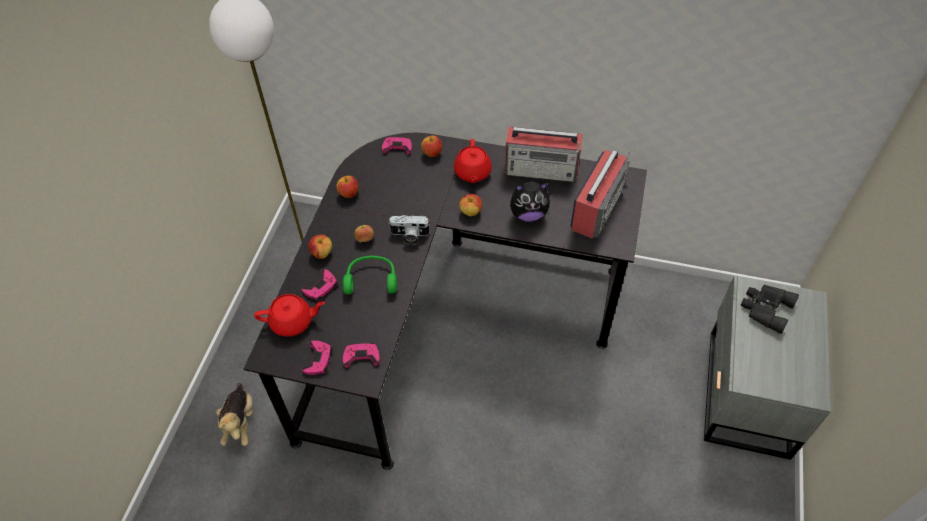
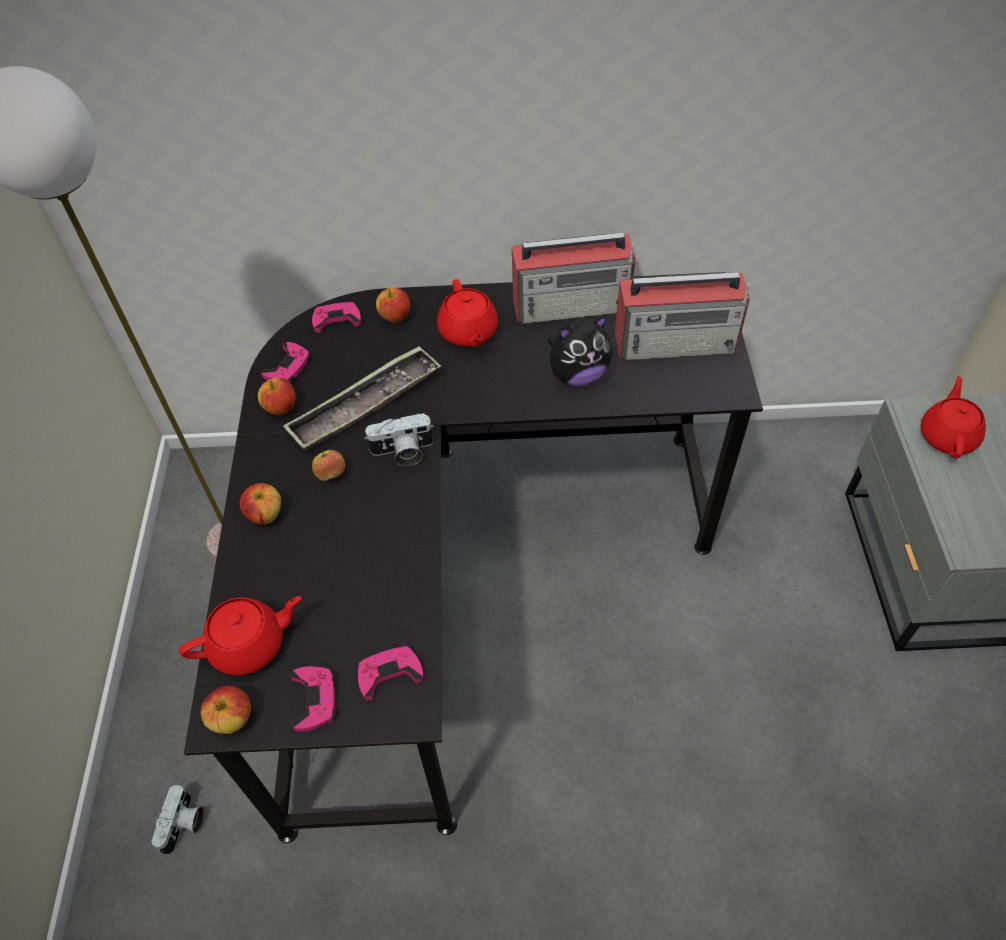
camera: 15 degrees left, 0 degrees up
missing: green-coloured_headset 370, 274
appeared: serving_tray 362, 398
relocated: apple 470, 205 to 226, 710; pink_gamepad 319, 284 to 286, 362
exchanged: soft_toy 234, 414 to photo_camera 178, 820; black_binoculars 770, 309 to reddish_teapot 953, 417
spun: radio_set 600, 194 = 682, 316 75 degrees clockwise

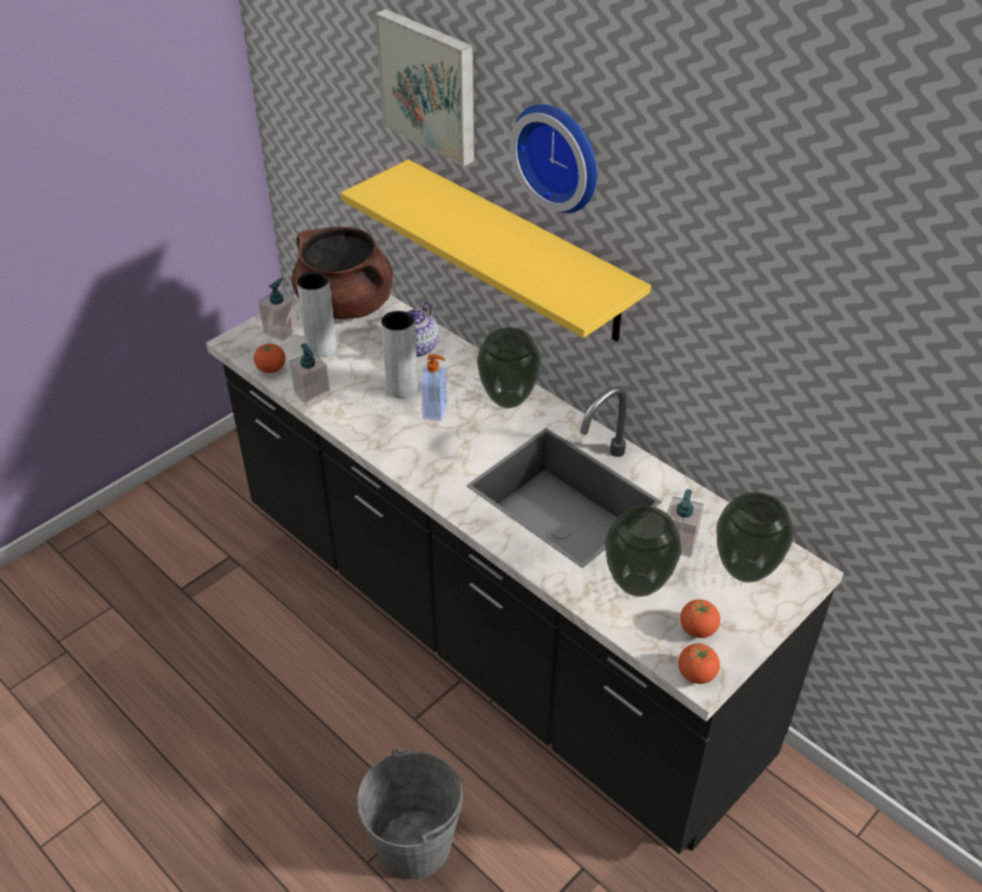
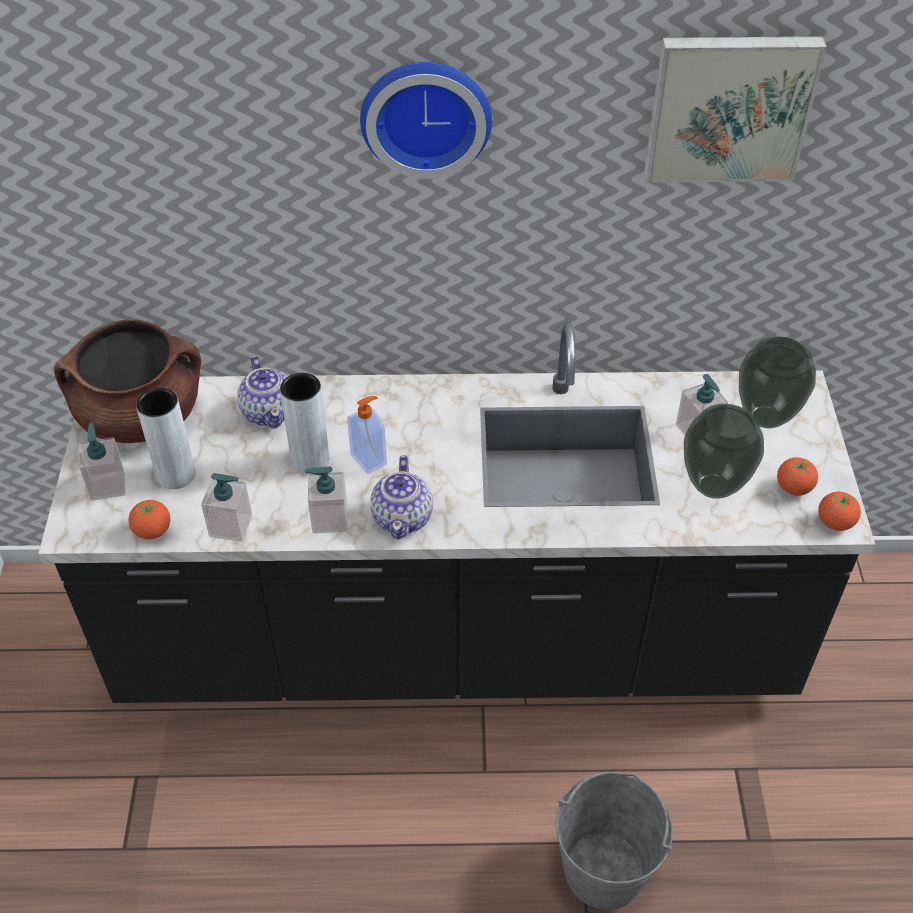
camera: 45 degrees left, 5 degrees up
missing: yellowish_bracket_shelf 496, 250; vase 509, 367
appeared: liquid_soap_bottle 326, 500; teapot 402, 497
relocated: wall_art 424, 88 to 735, 110

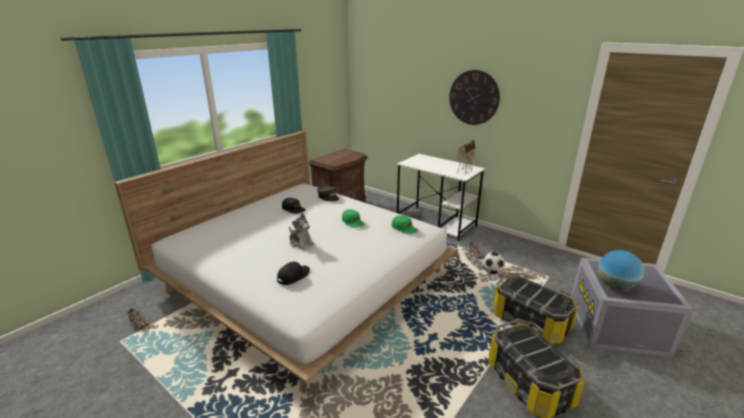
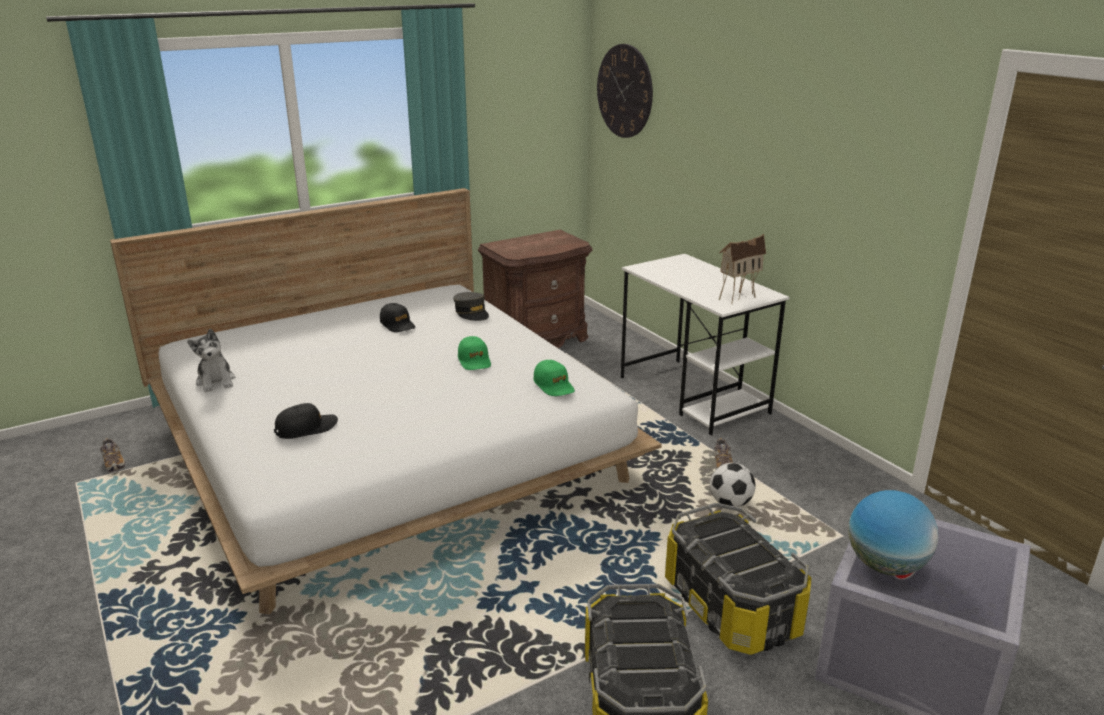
camera: 20 degrees right, 0 degrees up
relocated: soft_toy 301, 231 to 211, 360; wall_clock 474, 97 to 625, 91

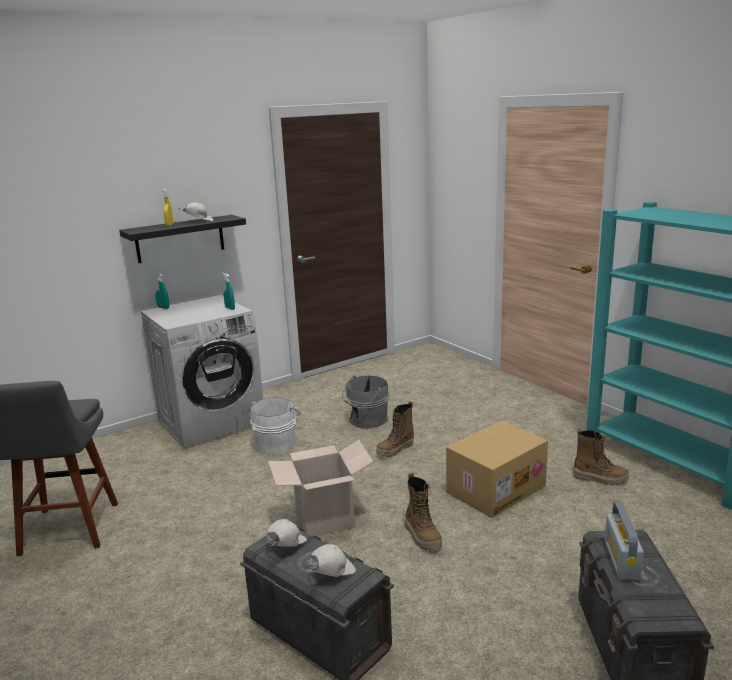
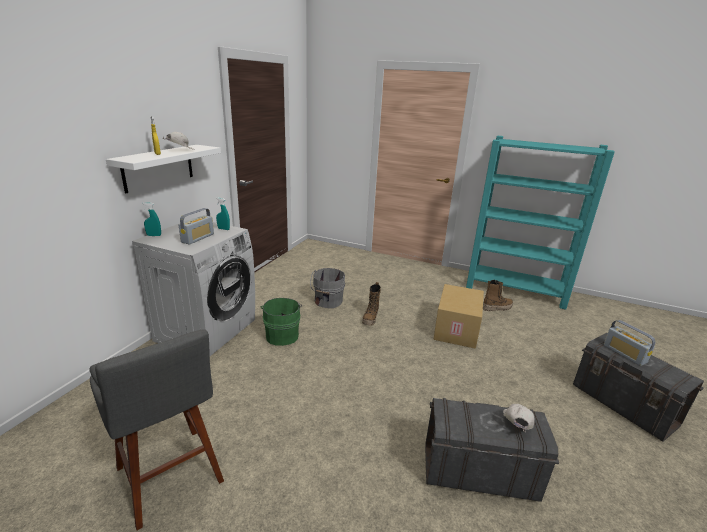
camera: 35 degrees left, 5 degrees up
missing: whitish_baseball_cap 286, 533; cardboard_box 320, 488; tall_boot 423, 511
appeared: radio_set 196, 226
colour: black_bracket_shelf 182, 239 to whitish_bracket_shelf 163, 169; whitish_pail 275, 426 to green-coloured_pail 281, 322

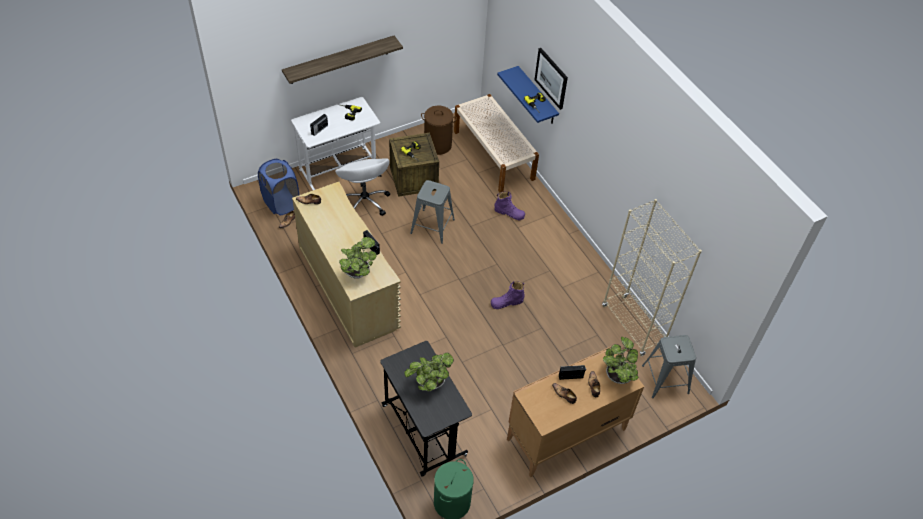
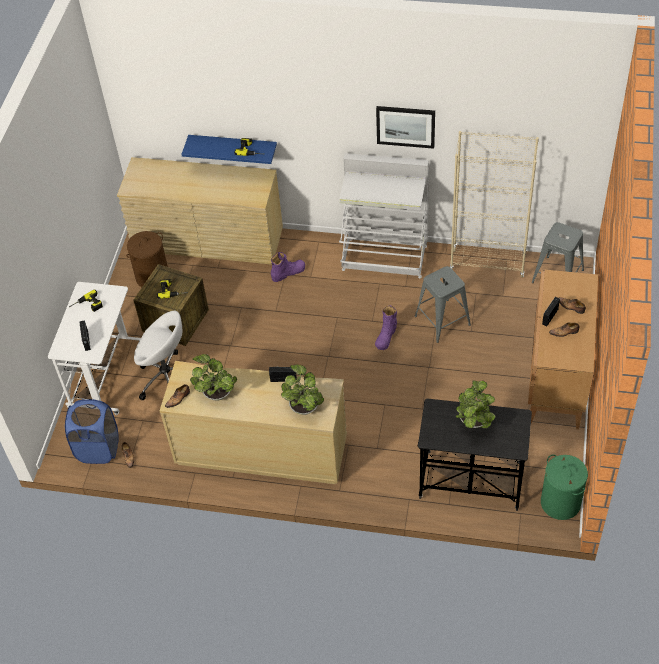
camera: 45 degrees left, 0 degrees up
missing: bracket_shelf 342, 60
appeared: whitish_shoe_stand 384, 216
relocated: potted_plant 621, 360 to 213, 377; wall_art 551, 79 to 405, 127; greyish_stool 432, 212 to 443, 304
exchanged: sand-coloured_long_seat 496, 143 to sand-coloured_drawer_chest 200, 211

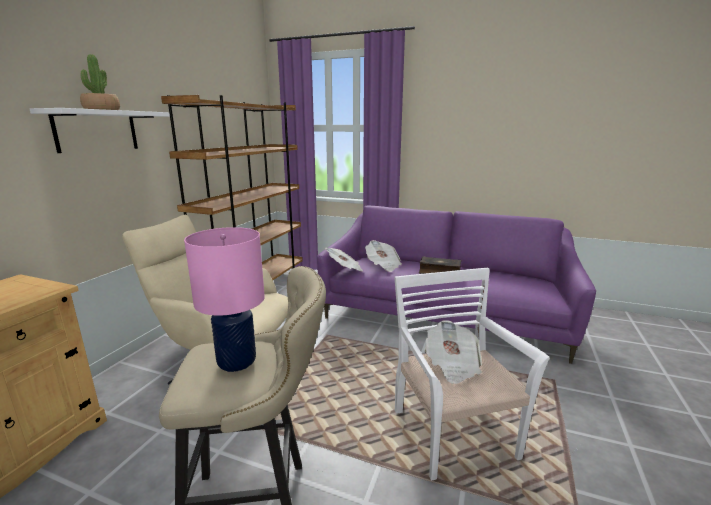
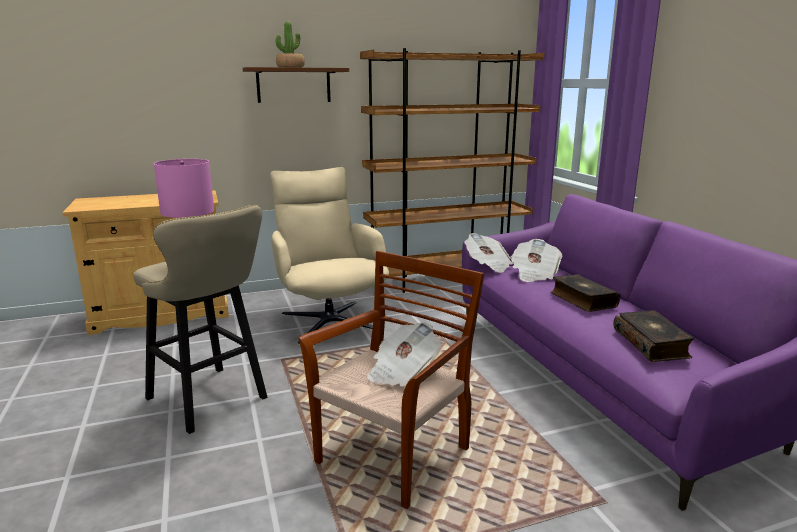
camera: 50 degrees right, 0 degrees up
appeared: book 653, 336
colour: whitish_bracket_shelf 100, 130 to brown-coloured_bracket_shelf 296, 85; whitish_easy_chair 472, 374 to brown-coloured_easy_chair 391, 380

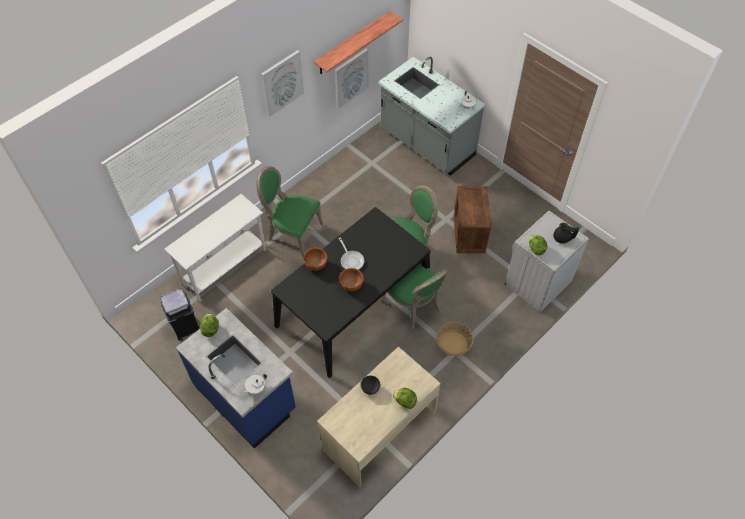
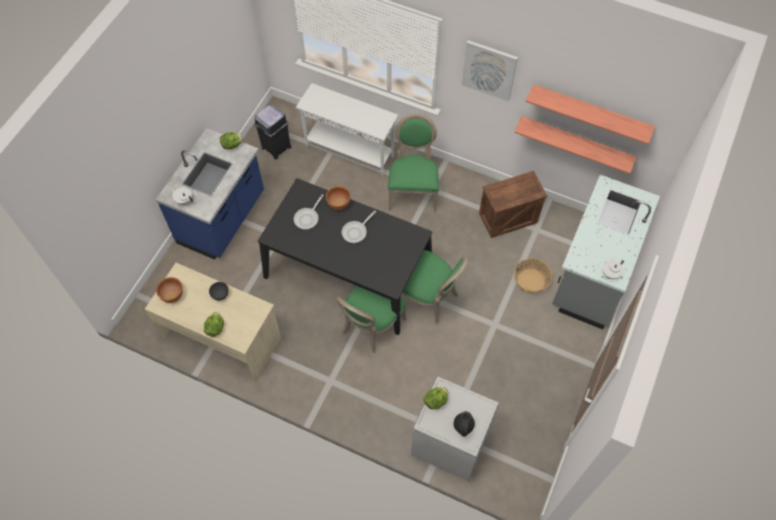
camera: 70 degrees right, 5 degrees up
appeared: frying_pan 309, 212
relocated: brown-coloured_bowl 351, 280 to 169, 290; packing_crate 473, 219 to 513, 204; basket 454, 339 to 533, 276
exchanged: wall_art 351, 79 to bracket_shelf 575, 145

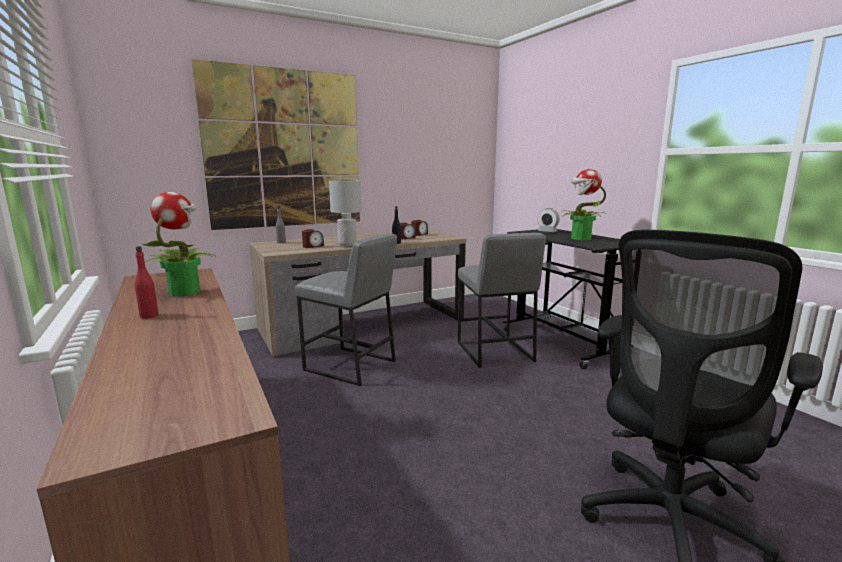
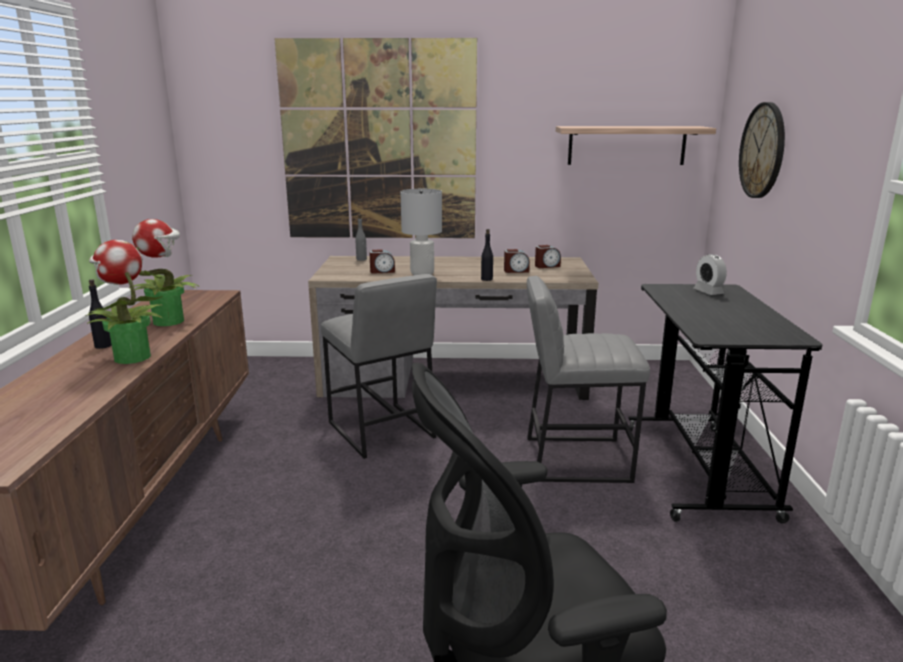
camera: 30 degrees right, 5 degrees up
appeared: bracket_shelf 636, 145; wall_clock 762, 150
relocated: potted_plant 584, 204 to 124, 302
colour: reddish_beverage_bottle 147, 282 to black_beverage_bottle 100, 314
spun: greyish_chair 502, 300 = 588, 379 75 degrees clockwise

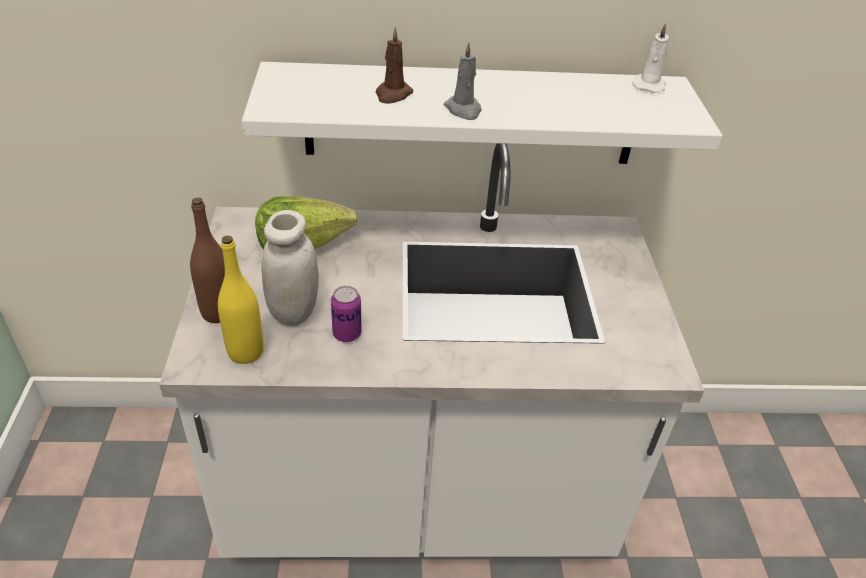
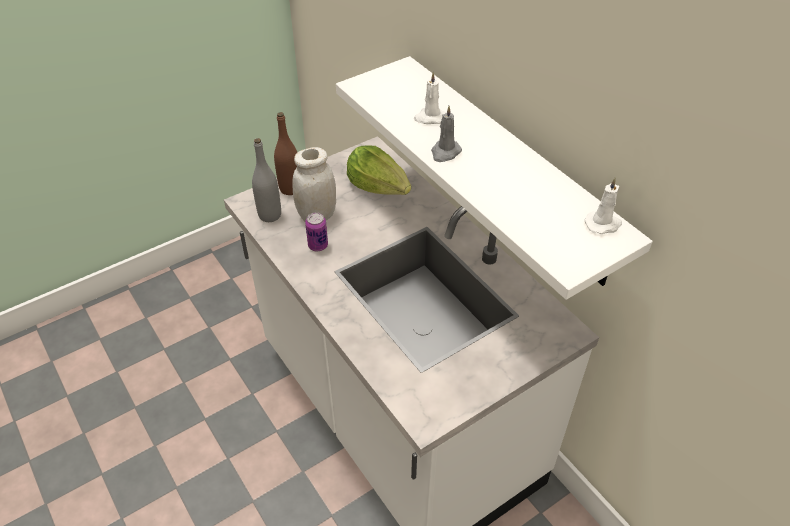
camera: 60 degrees right, 5 degrees up
colour: yellowish_beverage_bottle 241, 299 to greyish_beverage_bottle 266, 180; brown-coloured_wax_light 394, 65 to whitish_wax_light 430, 98

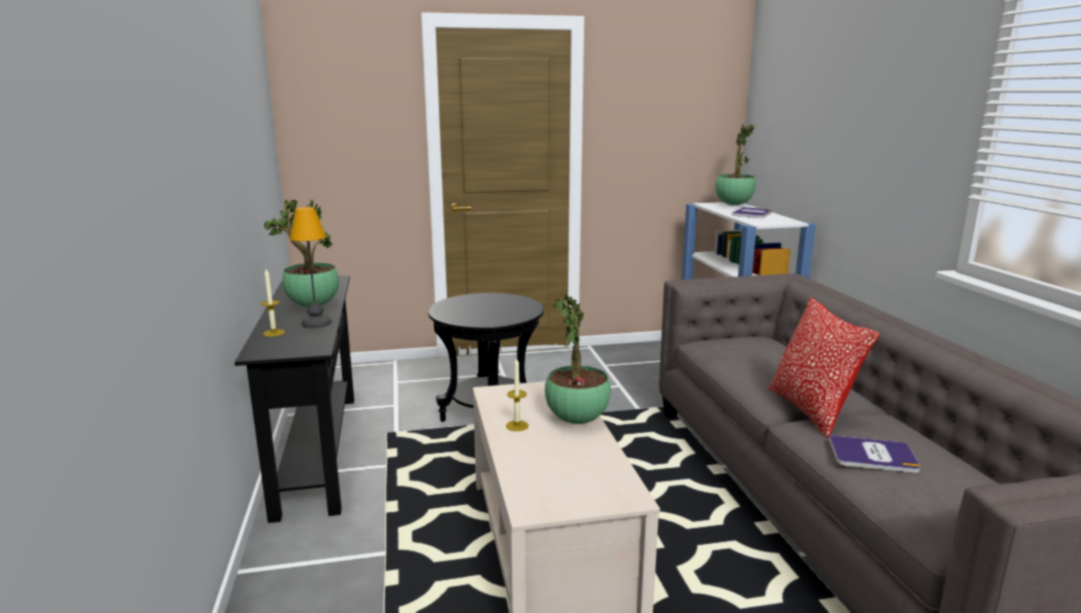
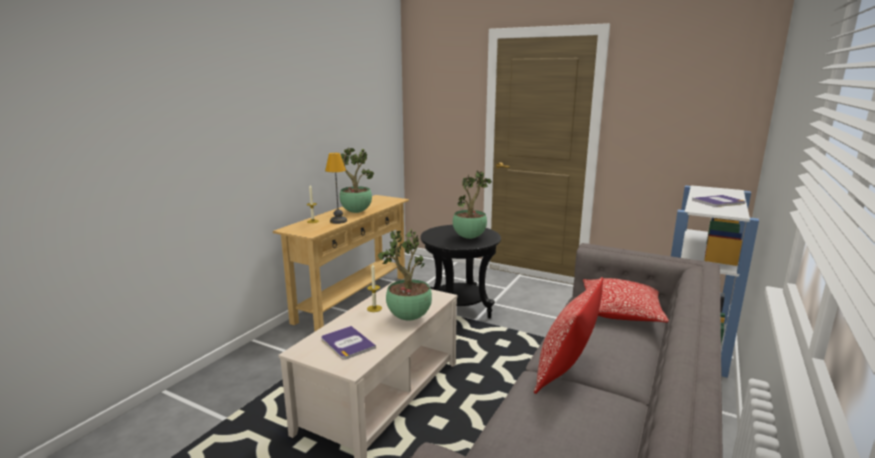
camera: 40 degrees right, 0 degrees up
appeared: pillow 626, 300
relocated: book 874, 454 to 348, 343; potted_plant 735, 164 to 472, 205
colour: black_hall_table 294, 399 to sand-coloured_hall_table 341, 263

